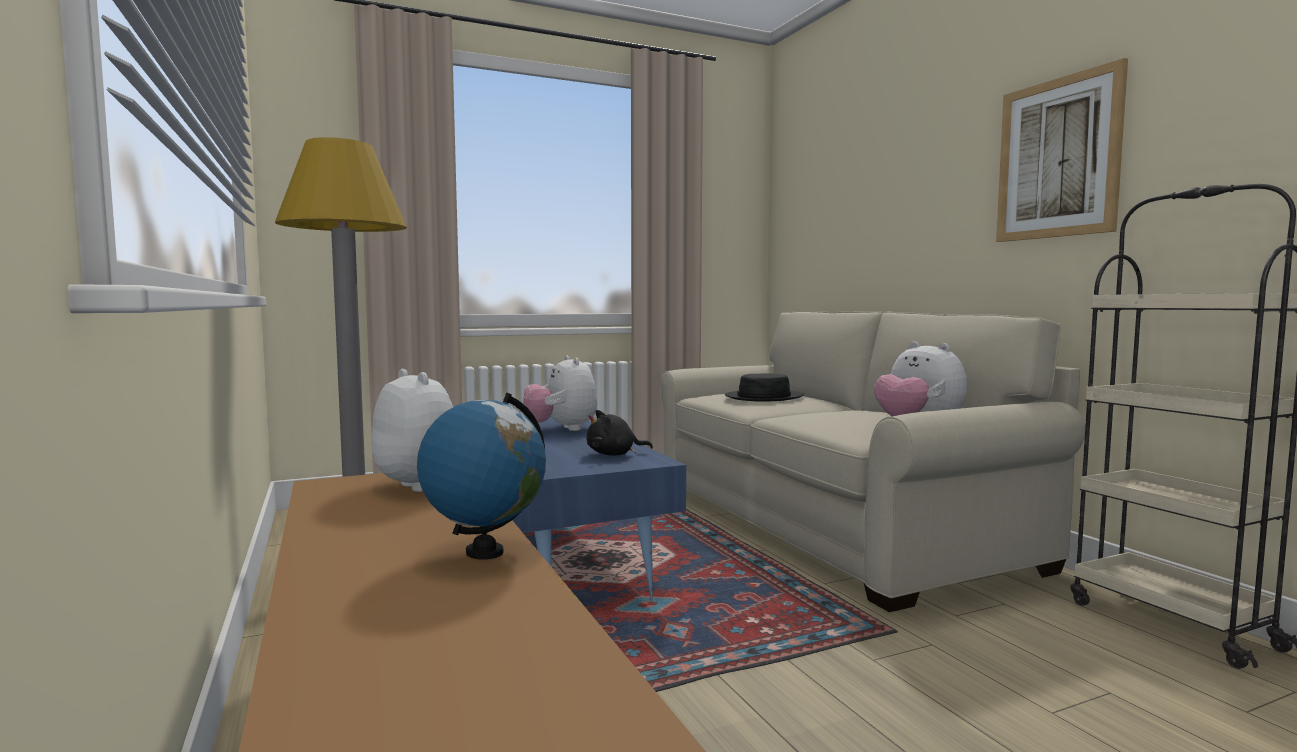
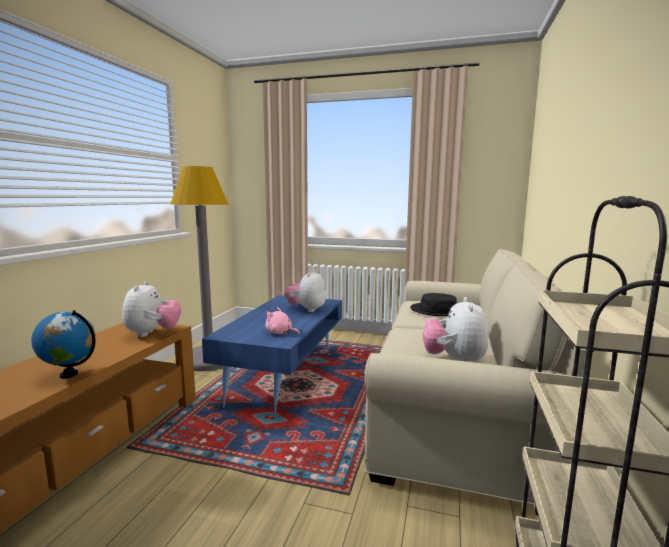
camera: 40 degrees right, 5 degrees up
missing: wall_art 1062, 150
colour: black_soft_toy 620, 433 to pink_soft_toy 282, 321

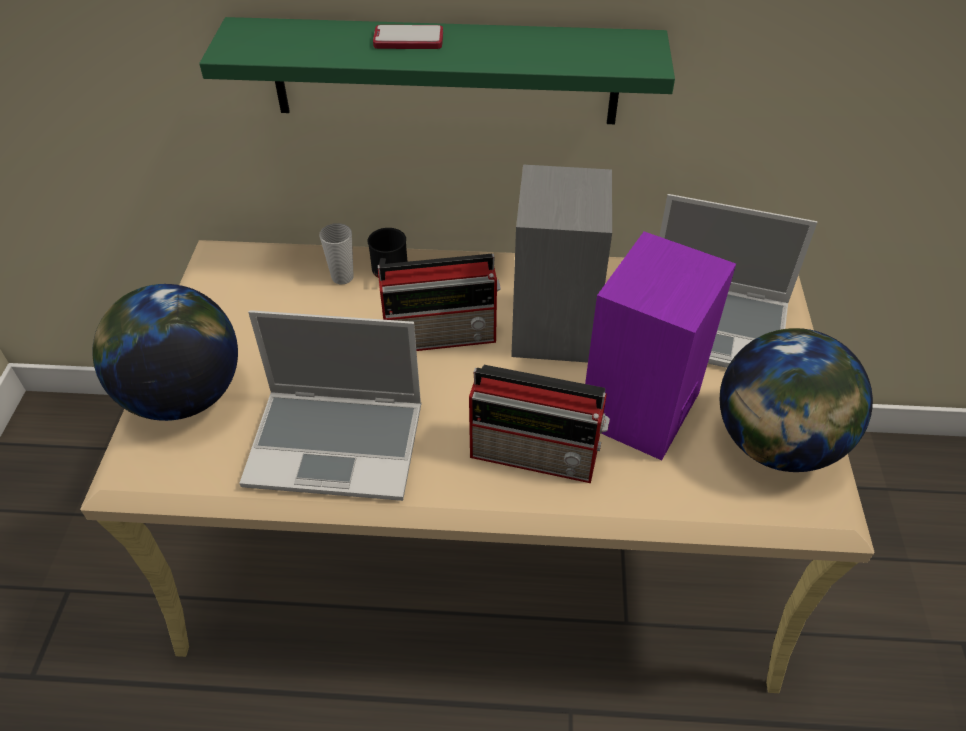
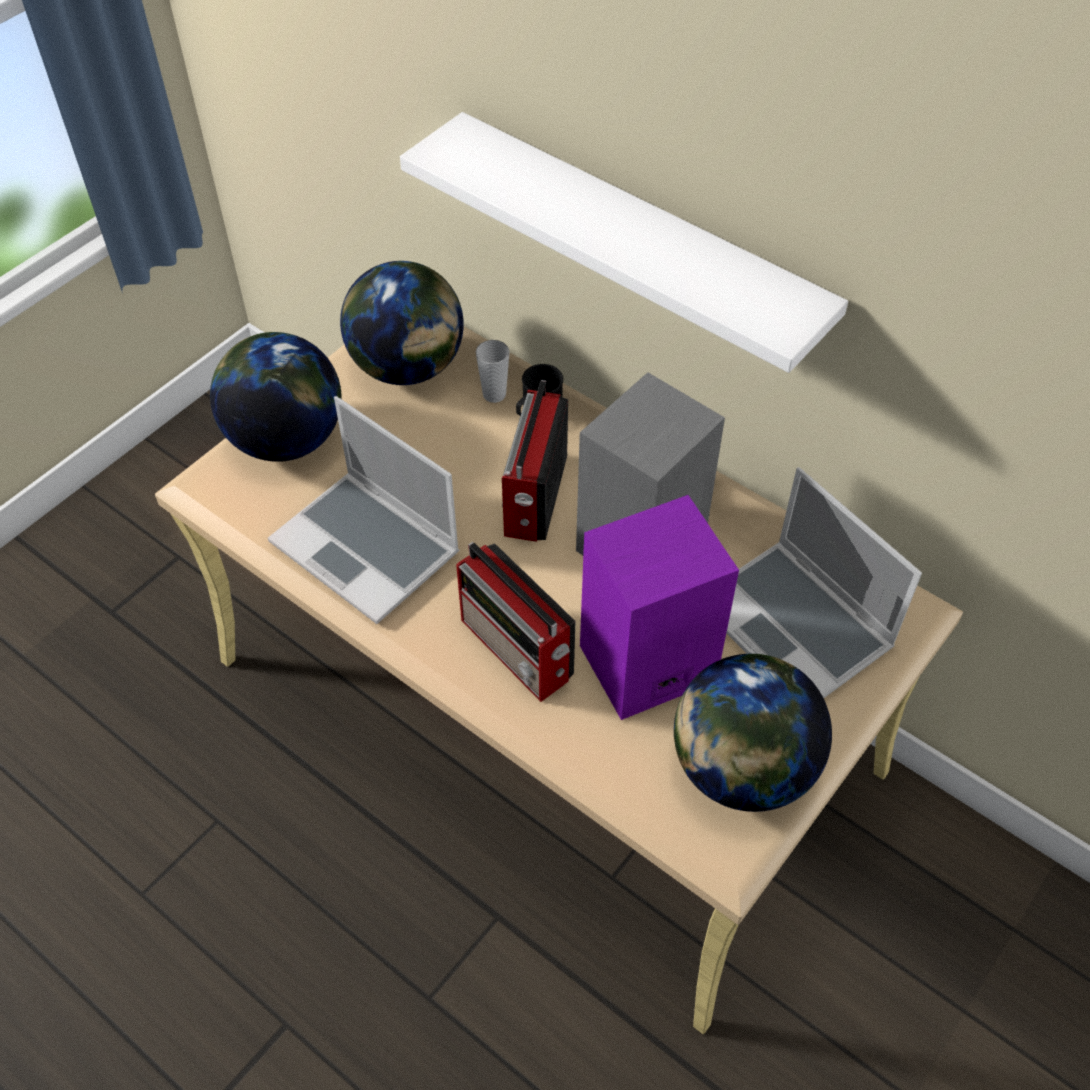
camera: 35 degrees right, 5 degrees up
missing: handset 408, 37
appeared: globe 402, 323
colour: green-coloured_bracket_shelf 437, 70 to whitish_bracket_shelf 624, 242
spun: radio_set 439, 302 = 535, 461 75 degrees clockwise

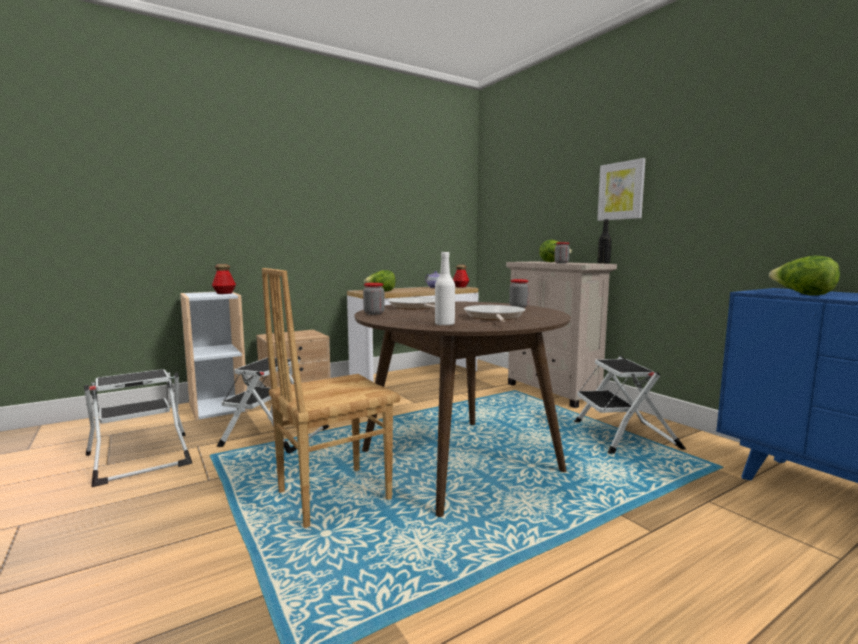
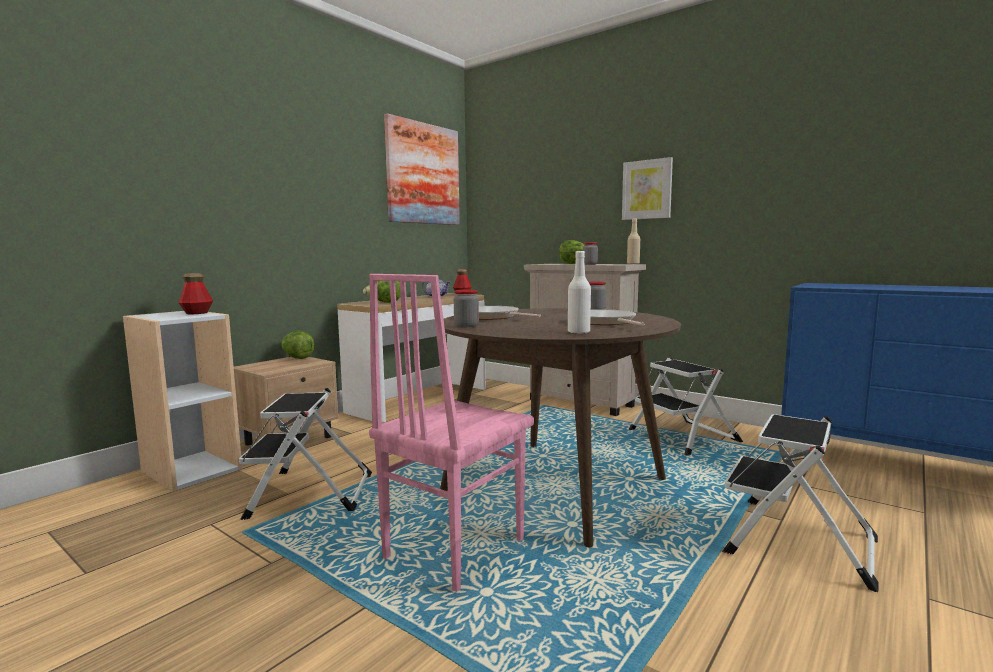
camera: 20 degrees left, 0 degrees up
appeared: wall_art 422, 169
relocated: head_of_lettuce 804, 275 to 298, 345; step_stool 138, 428 to 800, 503
colour: brown-coloured_chair 331, 398 to pink_chair 451, 433; black_beverage_bottle 605, 241 to sand-coloured_beverage_bottle 633, 241

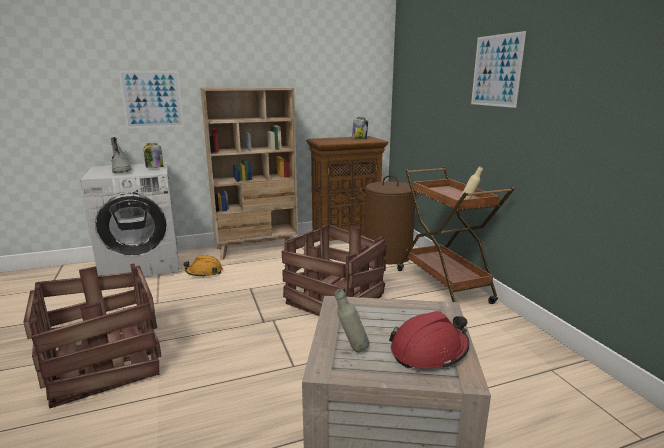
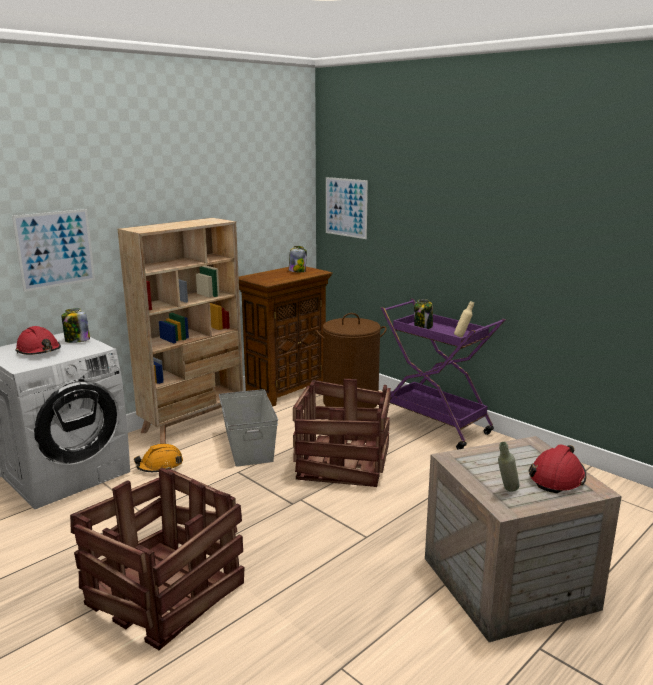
camera: 25 degrees left, 0 degrees up
appeared: greyish_storage_bin 248, 428; preserve_jar 423, 314
relocated: wall_art 498, 69 to 347, 208
exchanged: greyish_tall_boot 121, 155 to reddish_hard_hat 38, 340
colour: brown-coloured_cart 456, 235 to purplish_cart 443, 374

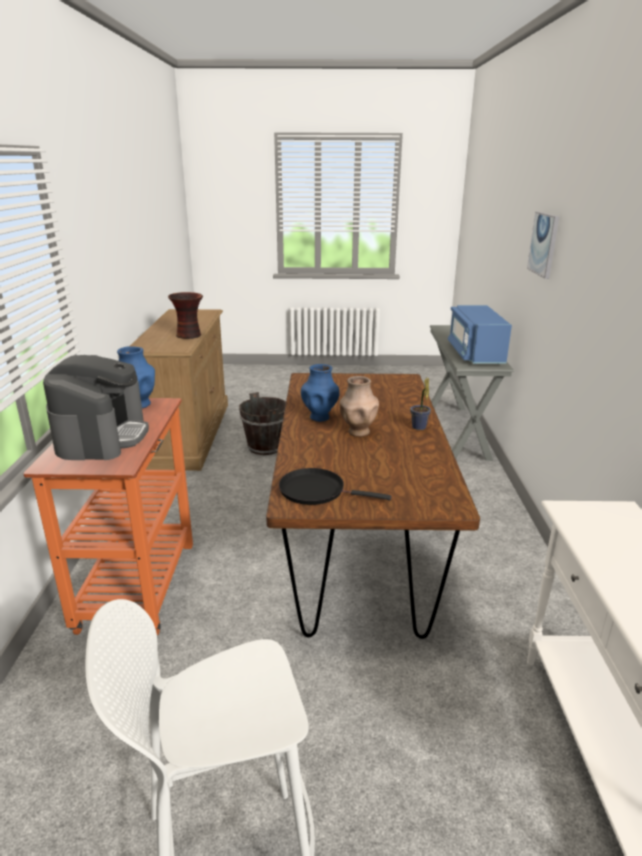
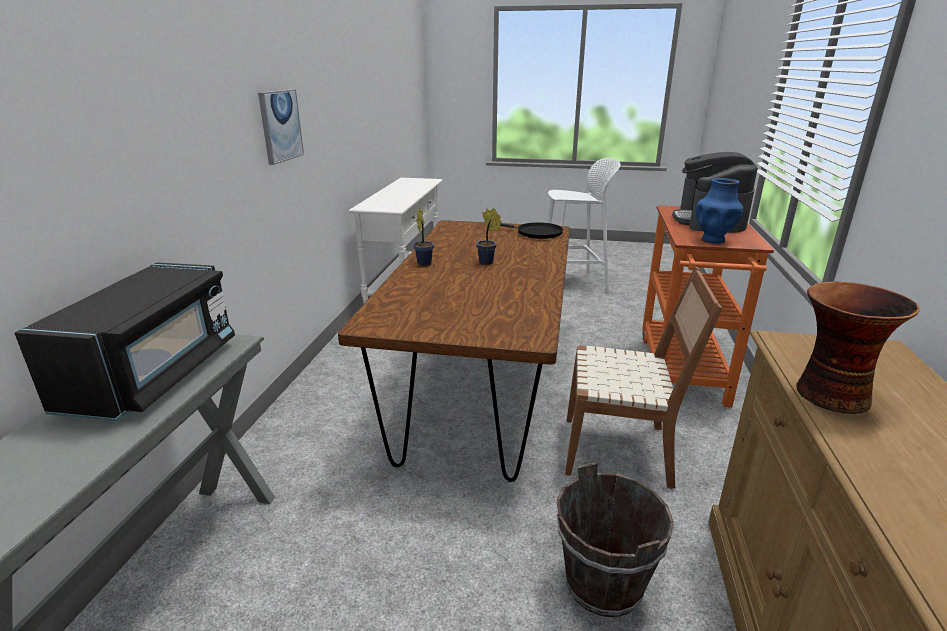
camera: 170 degrees left, 0 degrees up
missing: blue-coloured_vase 320, 393
appeared: chair 643, 377
relocated: wall_art 543, 245 to 281, 127
exchanged: brown-coloured_vase 359, 406 to potted_plant 489, 236
colour: blue-coloured_kitchen_microwave 480, 334 to black_kitchen_microwave 124, 341

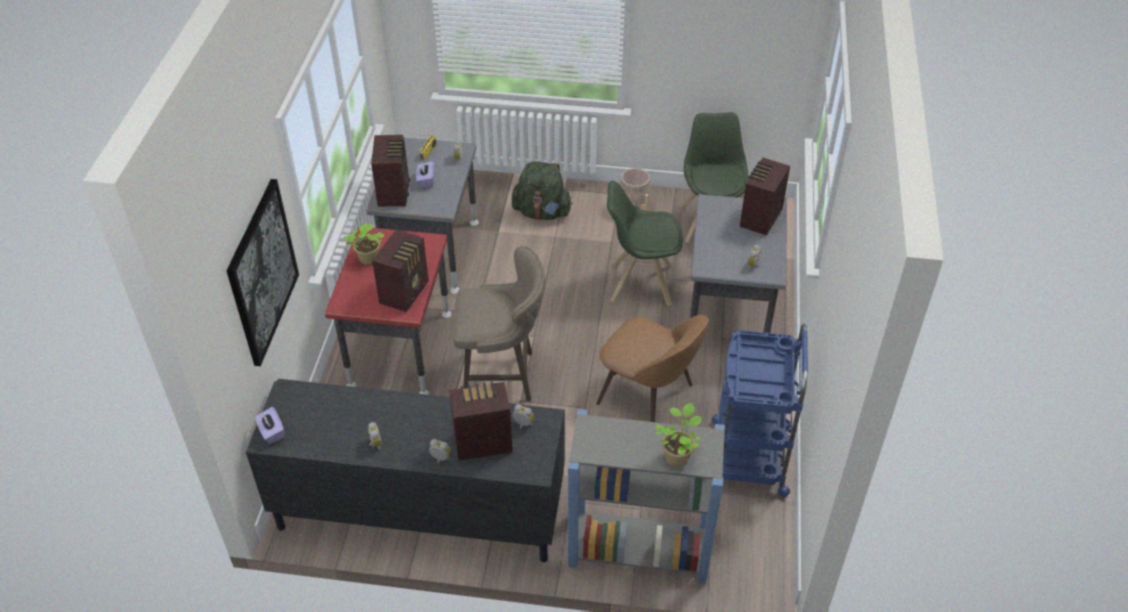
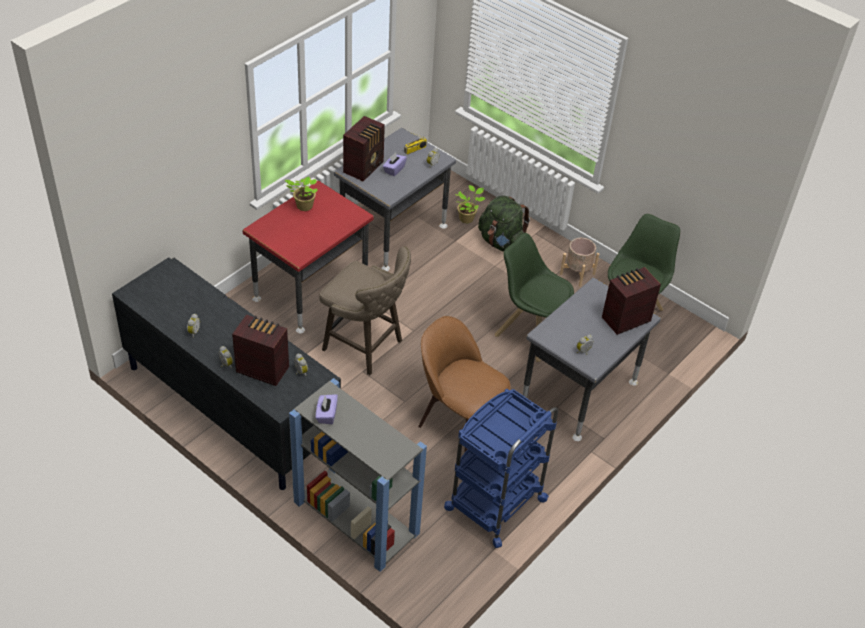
camera: 30 degrees right, 0 degrees up
missing: wall_art 262, 272; radio_set 400, 270
relocated: purplish_box_of_tissues 270, 425 to 327, 409; potted_plant 678, 435 to 470, 204
spun: brown-coloured_chair 652, 368 = 464, 384 150 degrees clockwise

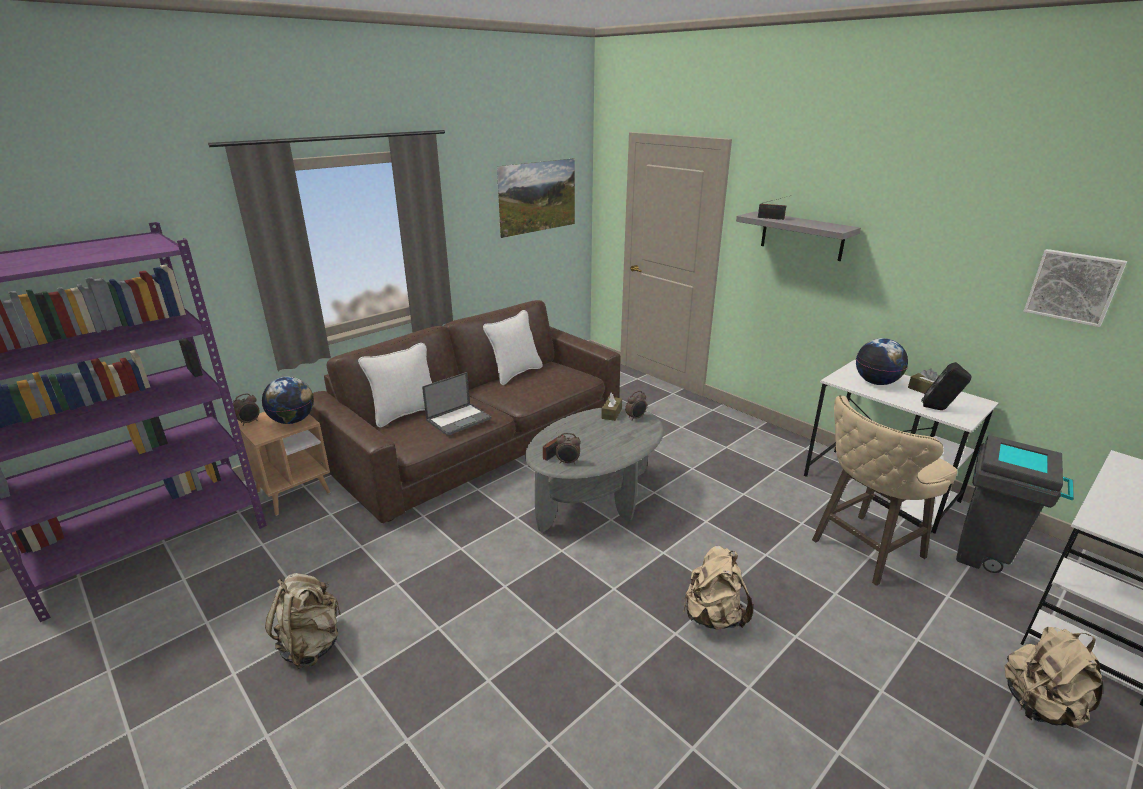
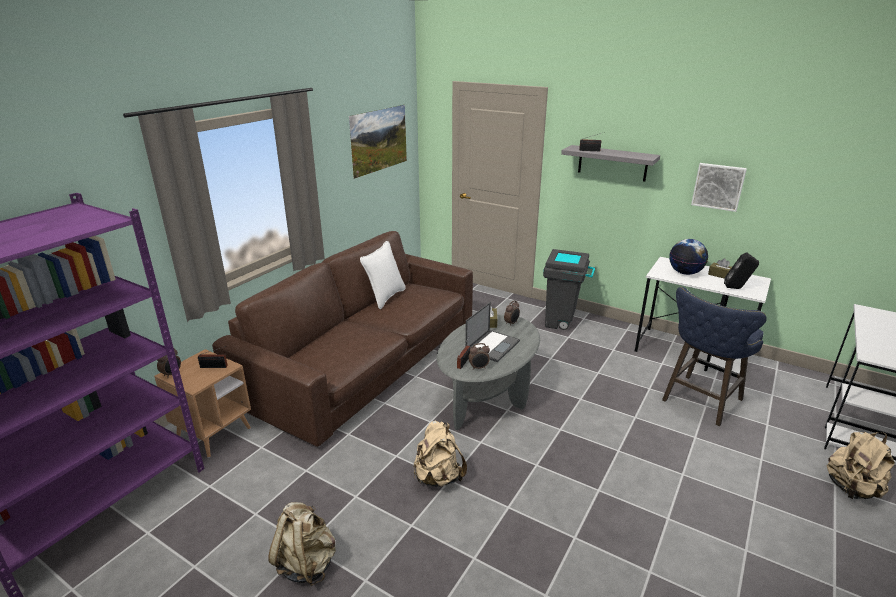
camera: 15 degrees left, 0 degrees up
missing: whitish_pillow 395, 385
relocated: sand-coloured_knapsack 718, 588 to 440, 454; portable_computer 457, 404 to 492, 332; greyish_rubbish_bin 1015, 504 to 569, 289; wall_art 1075, 288 to 719, 187
exchanged: globe 288, 400 to radio_set 212, 357
colour: sand-coloured_stool 884, 490 to blue-coloured_stool 714, 356

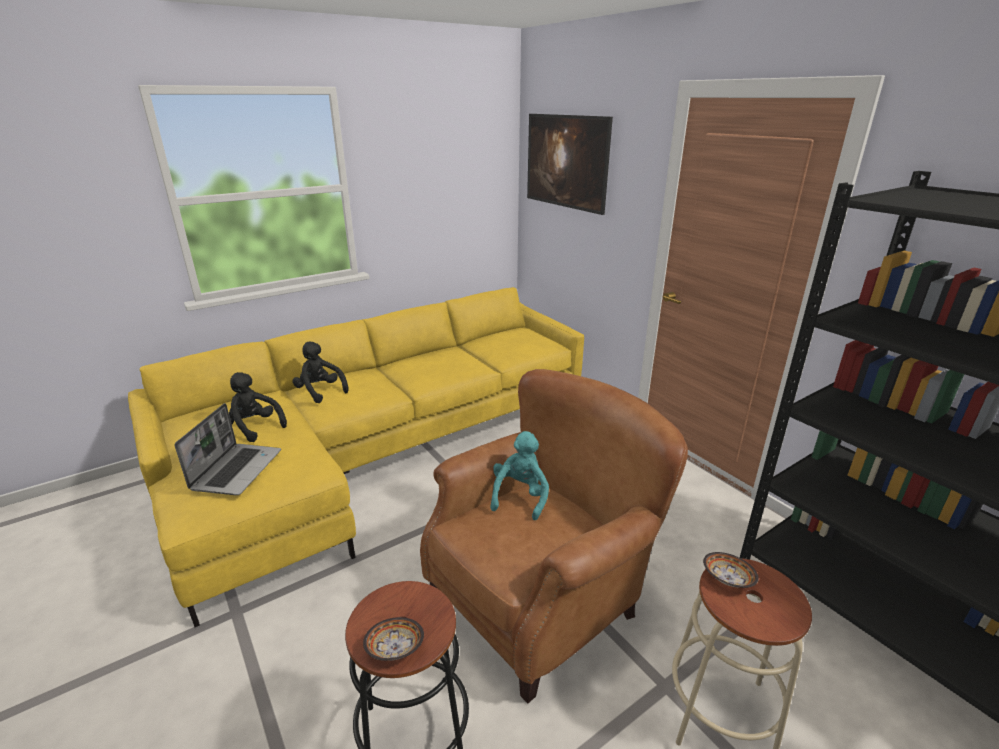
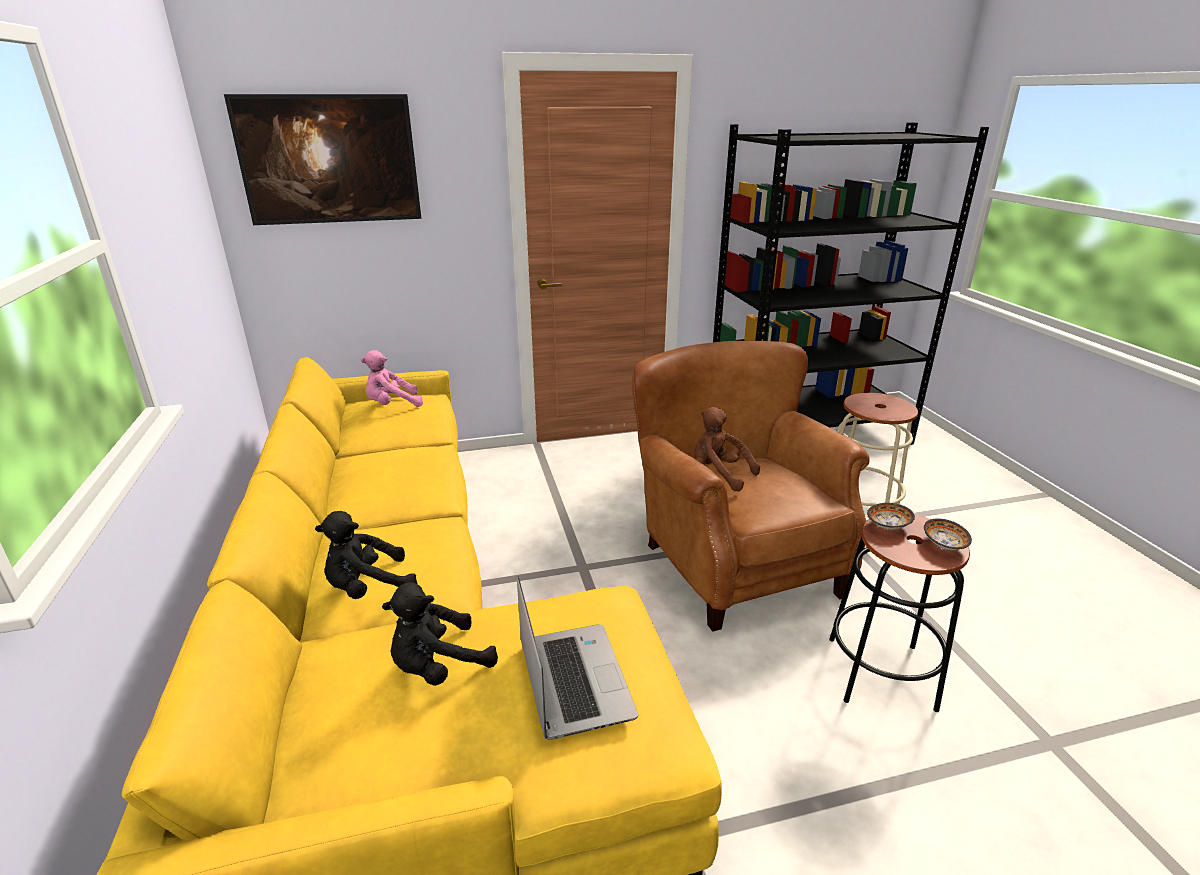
camera: 70 degrees left, 0 degrees up
appeared: pink_soft_toy 392, 378
relocated: bowl 731, 570 to 891, 516
colour: turquoise_soft_toy 519, 475 to brown-coloured_soft_toy 727, 449
spun: portable_computer 228, 449 = 577, 658 45 degrees clockwise

